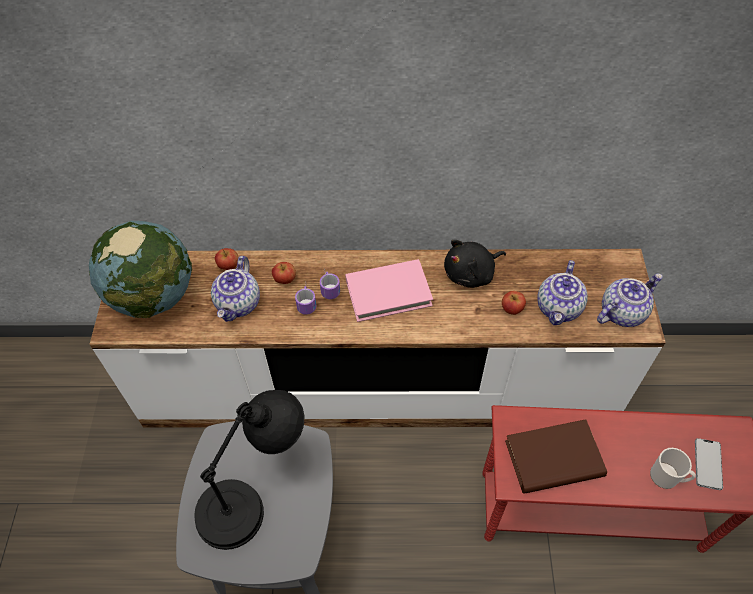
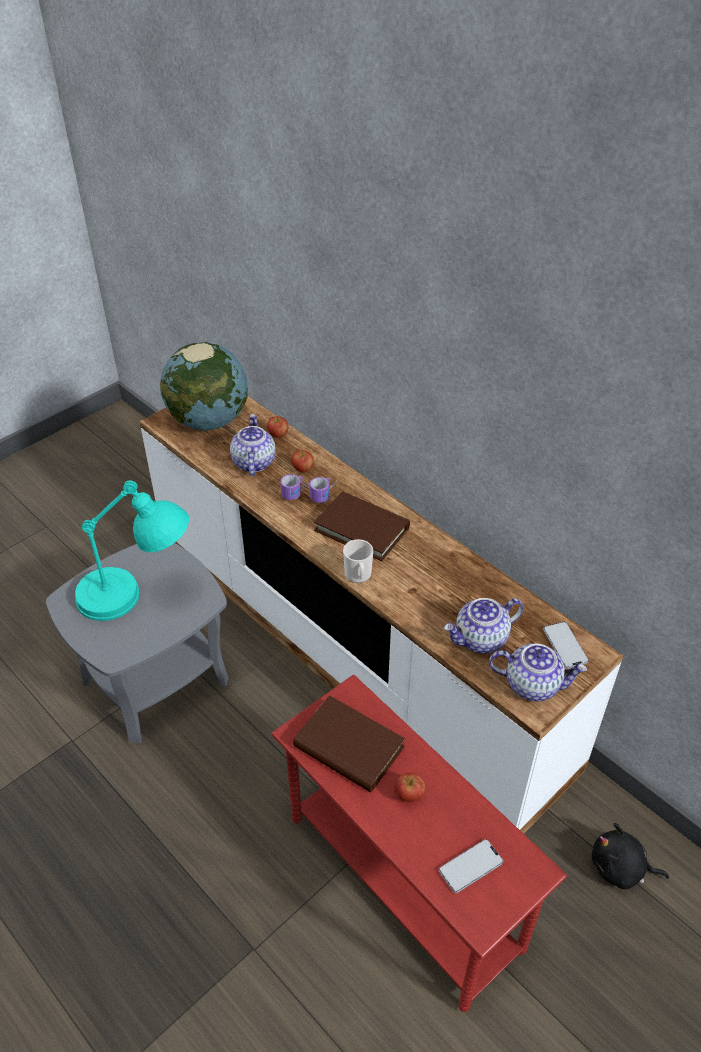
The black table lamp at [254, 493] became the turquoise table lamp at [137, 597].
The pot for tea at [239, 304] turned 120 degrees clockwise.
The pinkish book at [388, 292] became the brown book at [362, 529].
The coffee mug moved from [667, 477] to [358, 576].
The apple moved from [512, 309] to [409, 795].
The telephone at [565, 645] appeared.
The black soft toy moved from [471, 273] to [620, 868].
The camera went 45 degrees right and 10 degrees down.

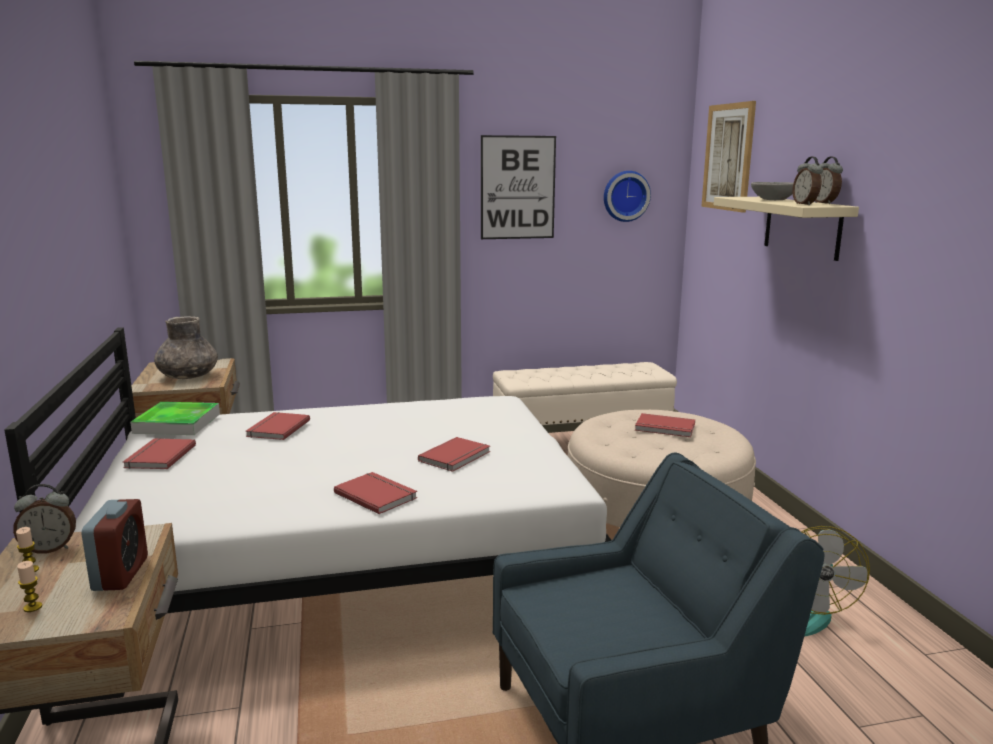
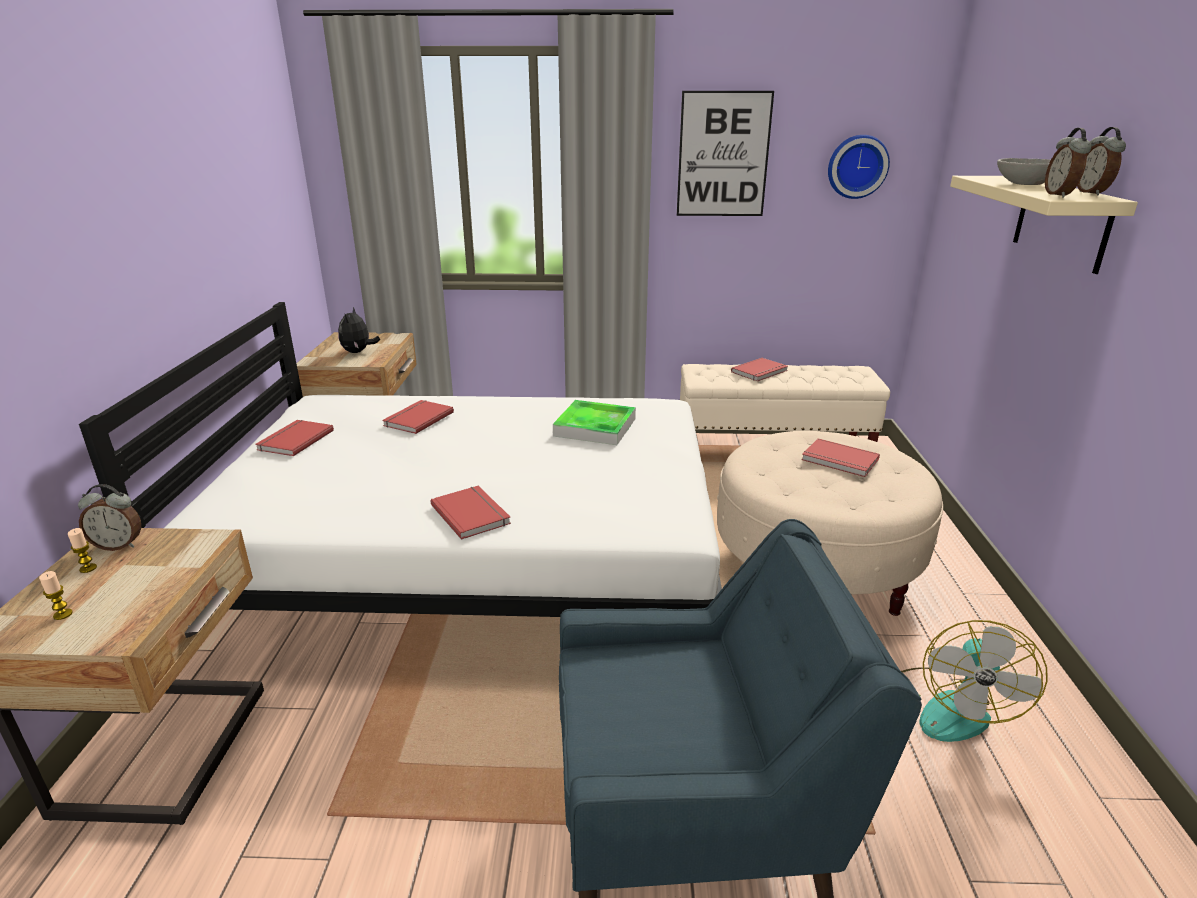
The gray vase at [188, 376] was replaced by the soft toy at [358, 352].
The tray moved from [177, 423] to [595, 427].
The red book moved from [456, 457] to [761, 372].
The bedside clock at [120, 574] disappeared.
The wall picture at [728, 157] disappeared.
The camera went 15 degrees right and 10 degrees up.

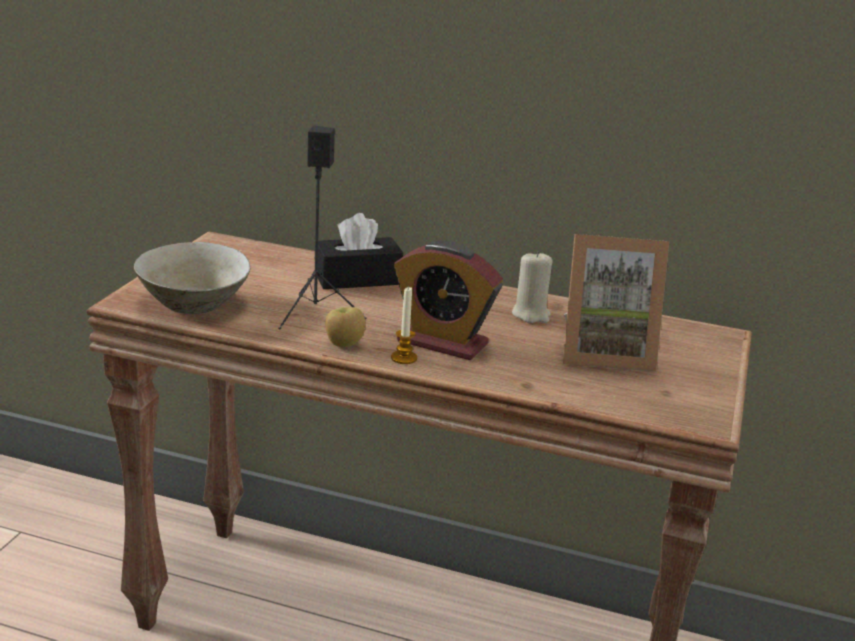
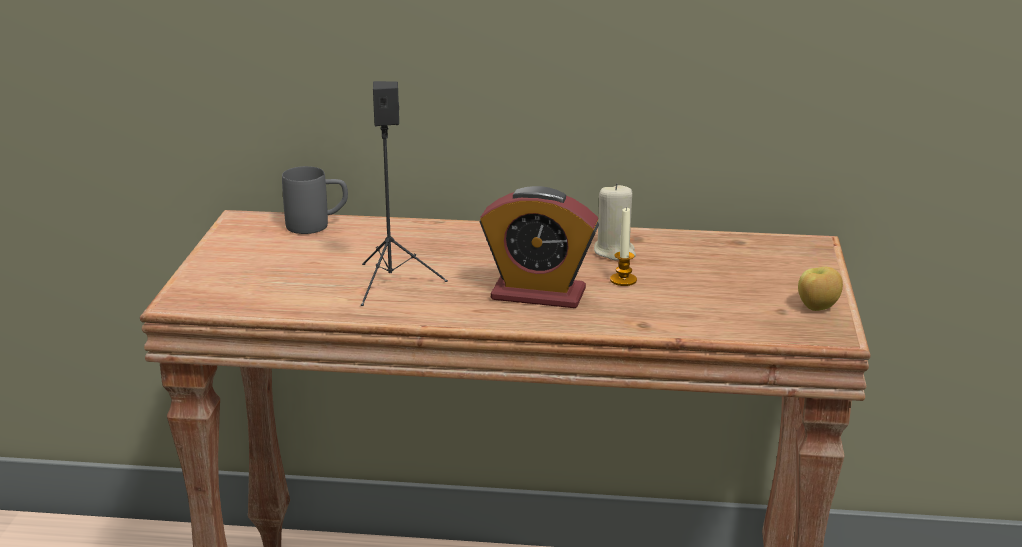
The gray coffee mug at [317, 225] appeared.
The candle moved from [404, 358] to [623, 280].
The apple moved from [344, 344] to [817, 308].
The beige deep dish at [193, 305] disappeared.
The black box of tissues at [357, 279] disappeared.
The standing frame at [605, 353] disappeared.
The camera went 10 degrees left and 0 degrees up.

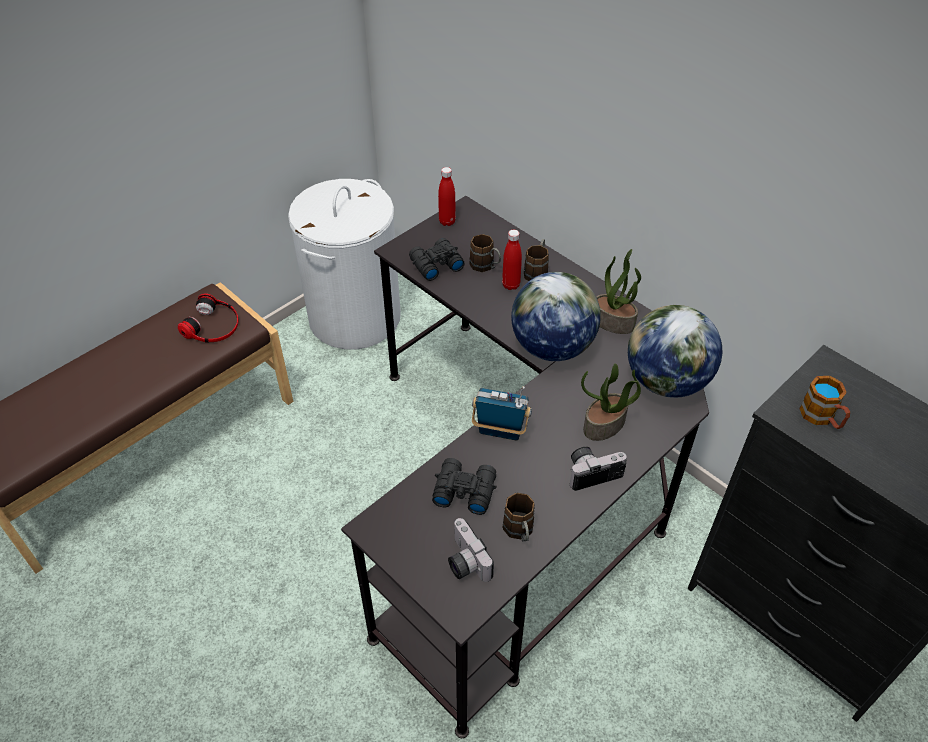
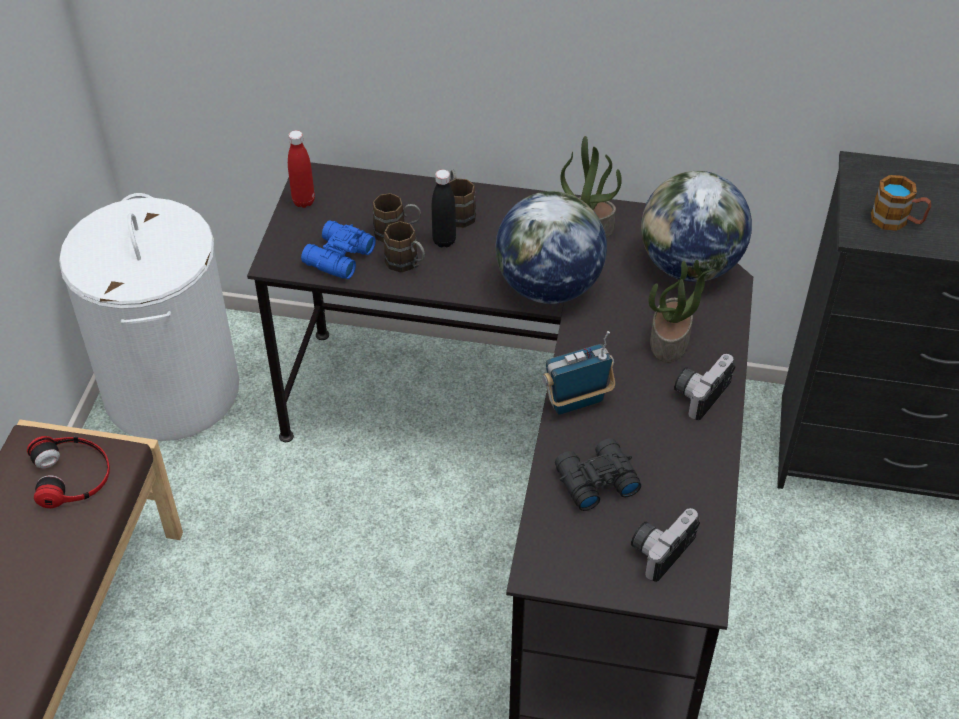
The black pair of binoculars at [435, 264] became the bluish pair of binoculars at [337, 257].
The brown coffee mug moved from [520, 532] to [407, 264].
The red drink bottle at [511, 285] became the black drink bottle at [444, 241].
The photo camera at [464, 561] turned 105 degrees clockwise.
The camera went 35 degrees left and 0 degrees up.

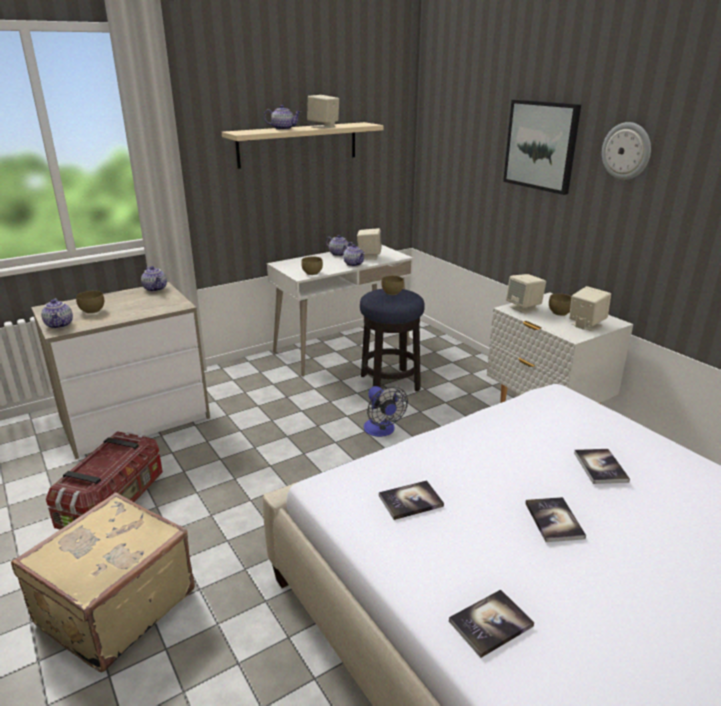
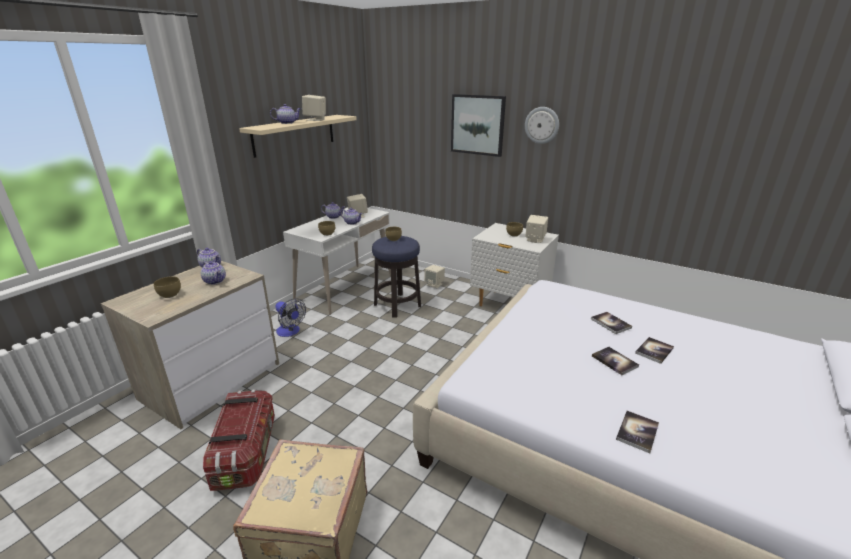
The pot for tea moved from [60, 325] to [215, 281].
The cooling fan moved from [381, 431] to [290, 332].
The beige loudspeaker moved from [524, 308] to [434, 284].
The book moved from [410, 501] to [654, 351].
The camera went 25 degrees left and 0 degrees up.

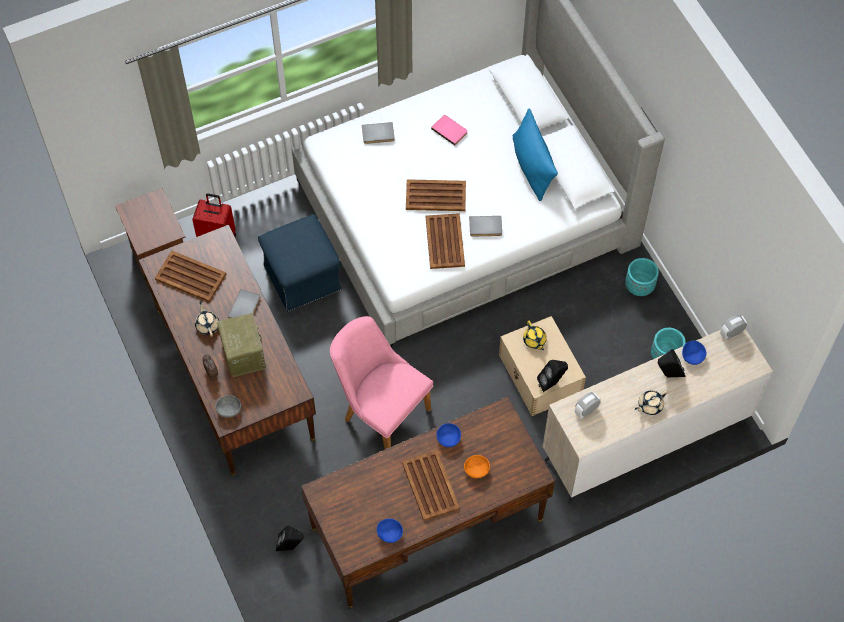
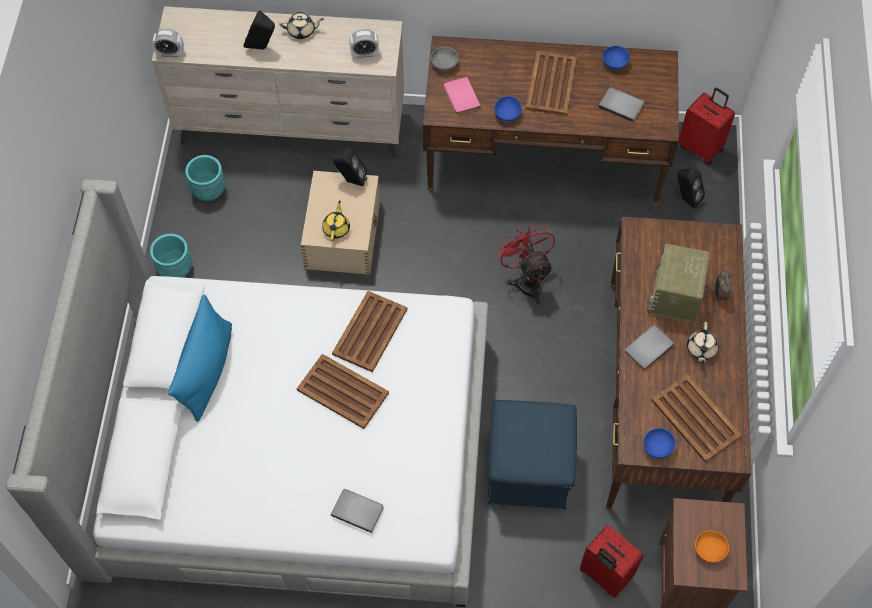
The gray deep dish moved from [228, 409] to [444, 65].
The pinkish book moved from [450, 130] to [460, 97].
The pinkish plain chair at [380, 411] was replaced by the red cooling fan at [527, 279].
The gray book moved from [485, 228] to [621, 104].
The bluish deep dish moved from [693, 356] to [656, 447].
The red piece of luggage at [701, 147] appeared.
The orangey deep dish moved from [476, 469] to [709, 551].
The camera went 150 degrees left and 0 degrees up.

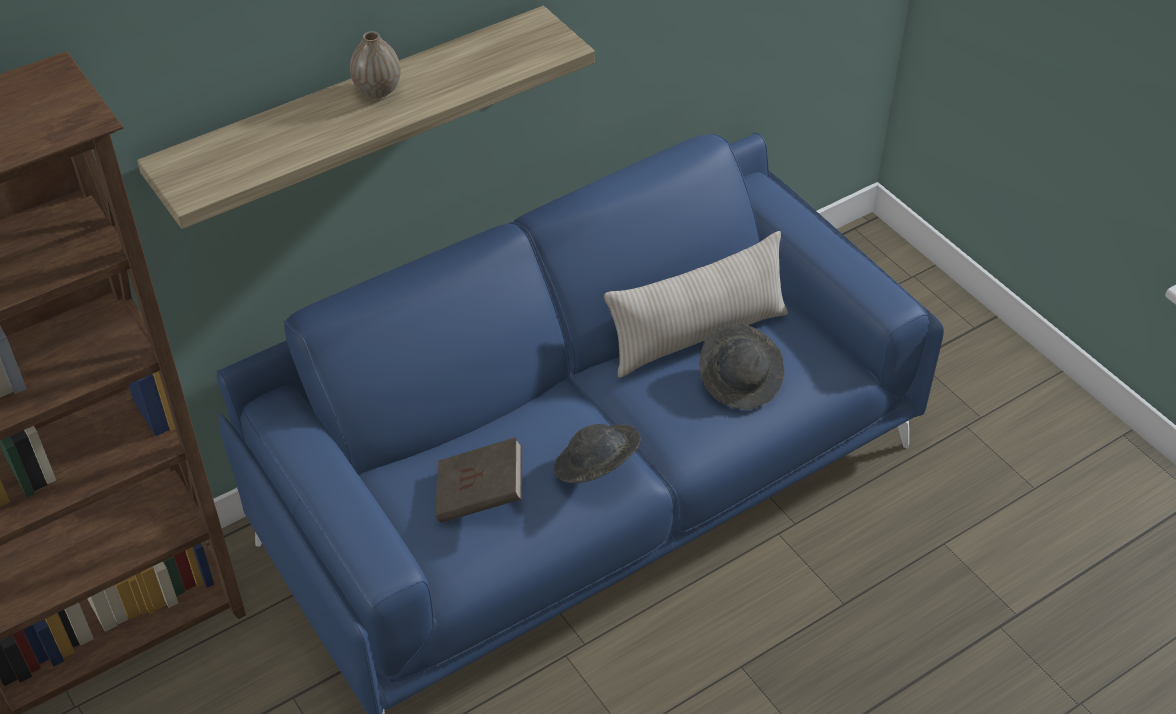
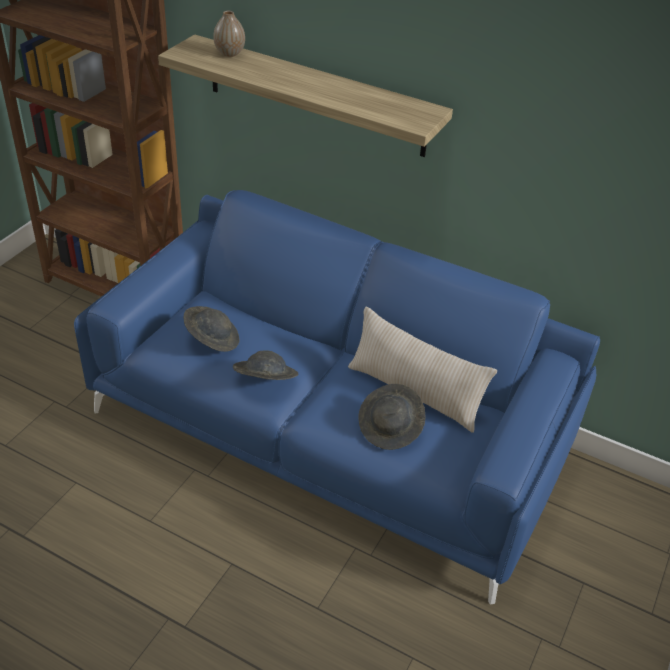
The brown book at [480, 495] was replaced by the gray hat at [212, 339].
The vase moved from [377, 90] to [229, 53].
The camera went 60 degrees right and 5 degrees down.

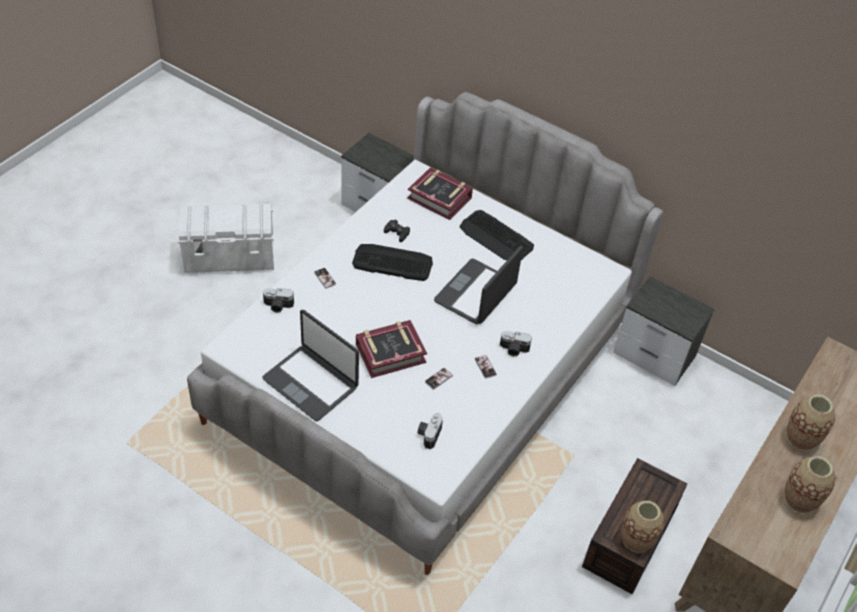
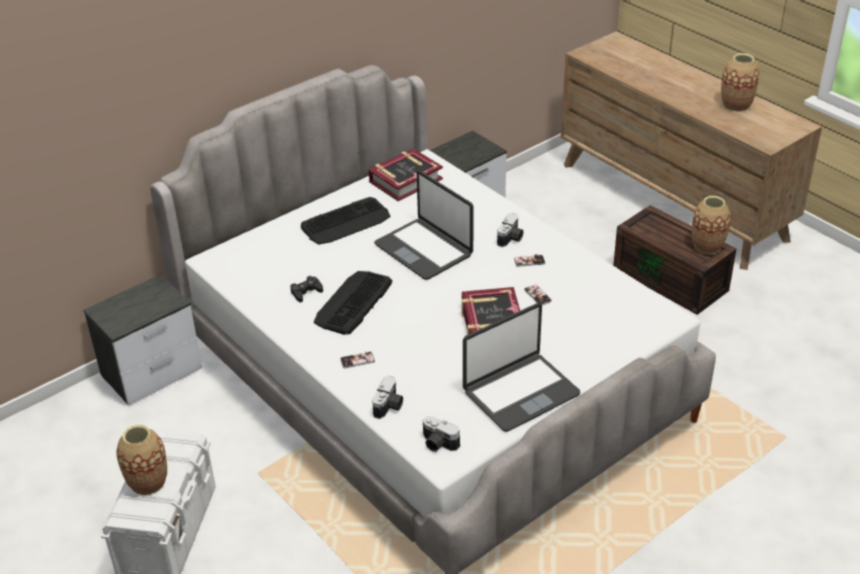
The vase moved from [801, 438] to [148, 482].
The book moved from [439, 198] to [405, 180].
The photo camera moved from [428, 434] to [438, 444].
The camera went 70 degrees left and 10 degrees down.

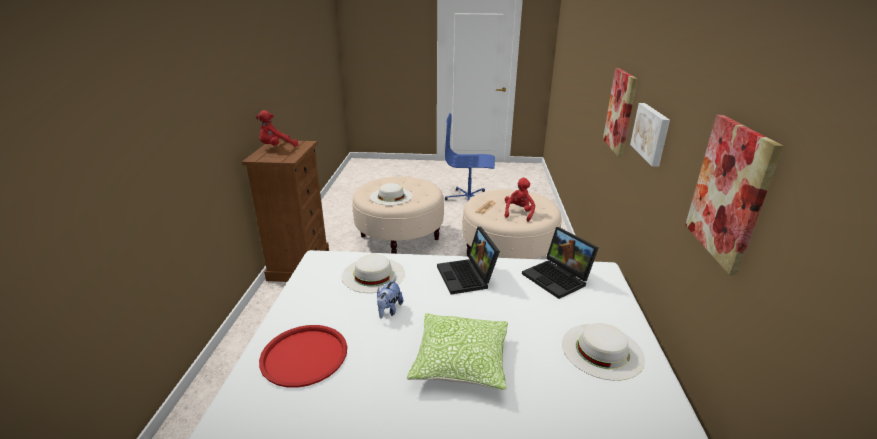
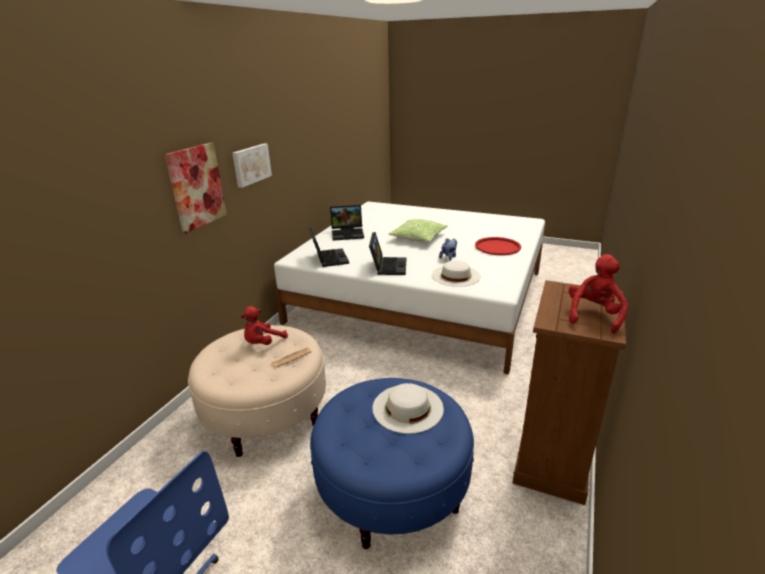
The beige ottoman at [399, 237] became the bluish ottoman at [392, 490].
The white hat at [602, 350] was replaced by the portable computer at [348, 233].
The red soft toy at [277, 147] turned 45 degrees counterclockwise.
The wall picture at [730, 192] disappeared.
The camera went 160 degrees left and 0 degrees up.

